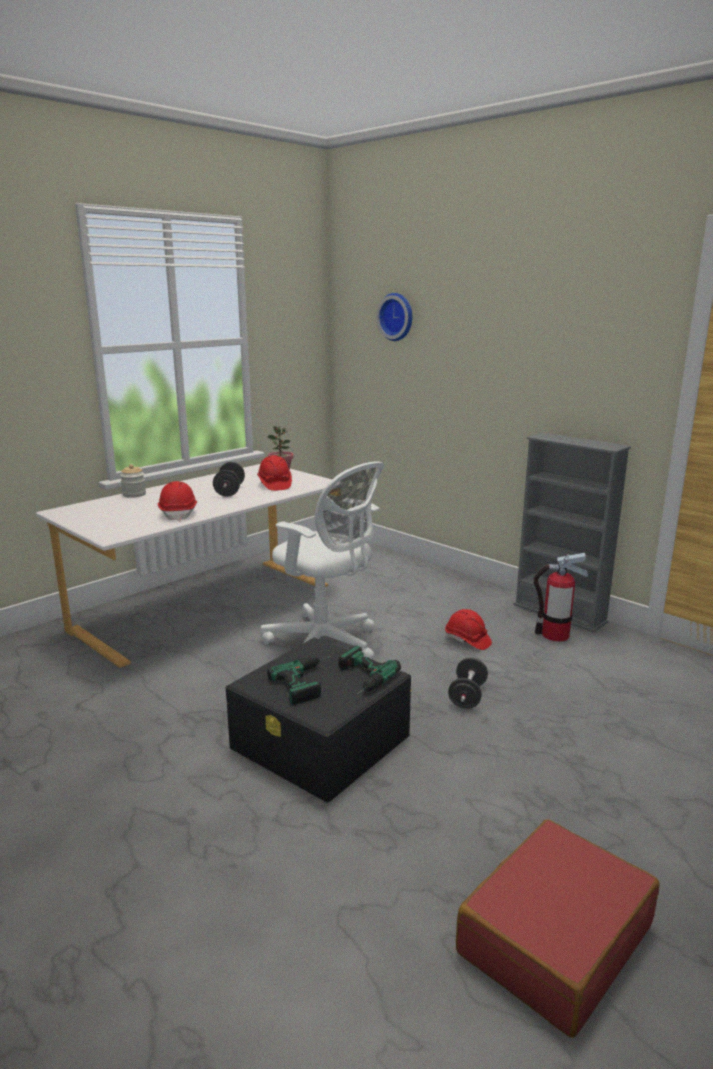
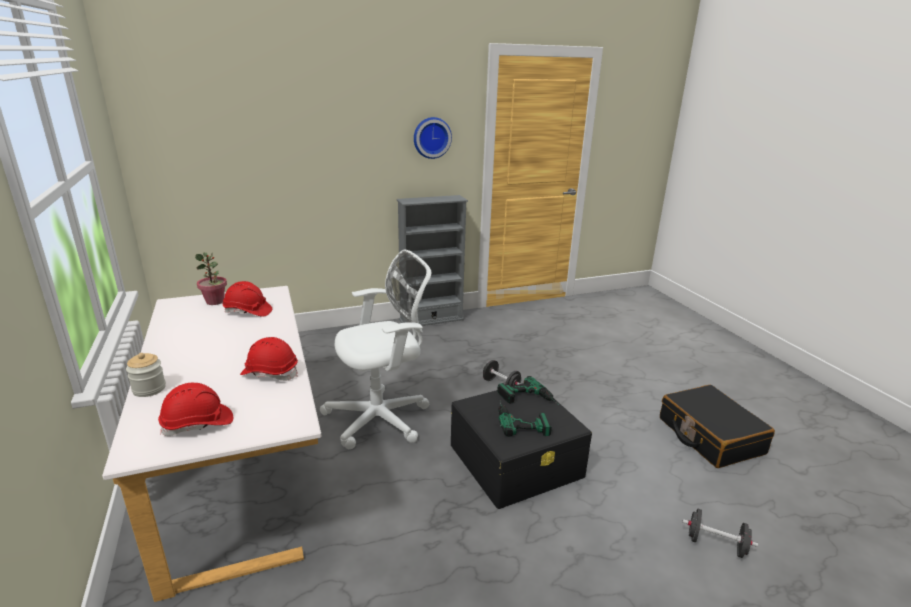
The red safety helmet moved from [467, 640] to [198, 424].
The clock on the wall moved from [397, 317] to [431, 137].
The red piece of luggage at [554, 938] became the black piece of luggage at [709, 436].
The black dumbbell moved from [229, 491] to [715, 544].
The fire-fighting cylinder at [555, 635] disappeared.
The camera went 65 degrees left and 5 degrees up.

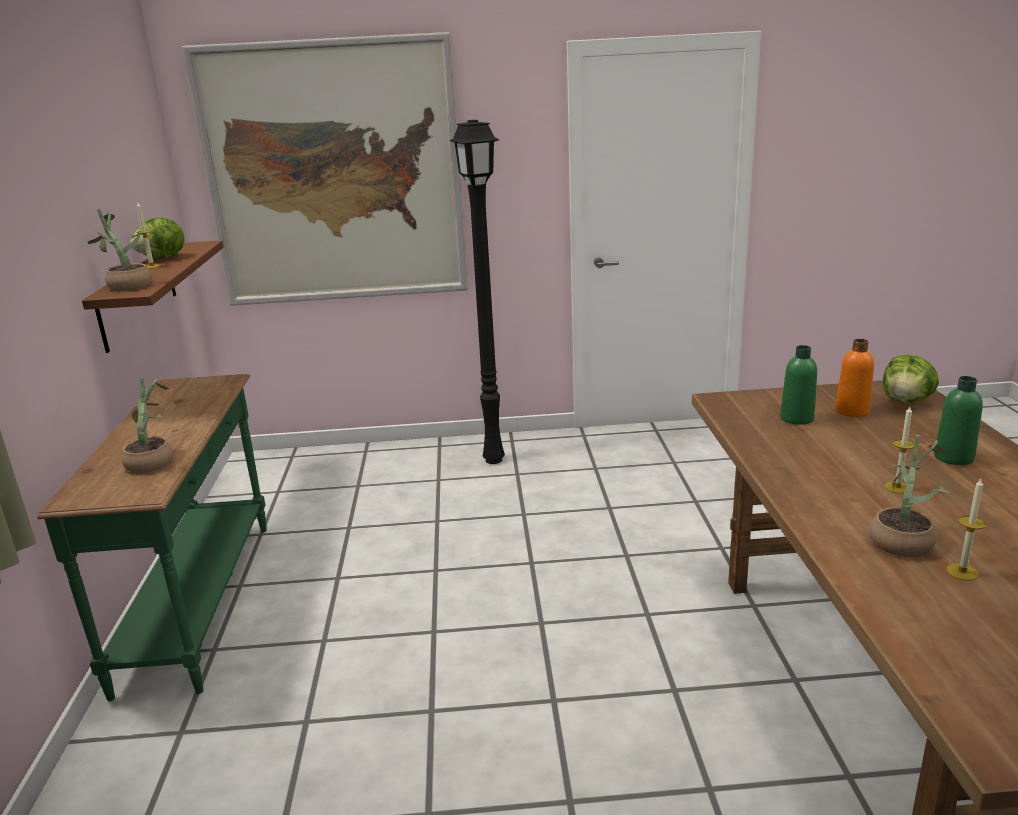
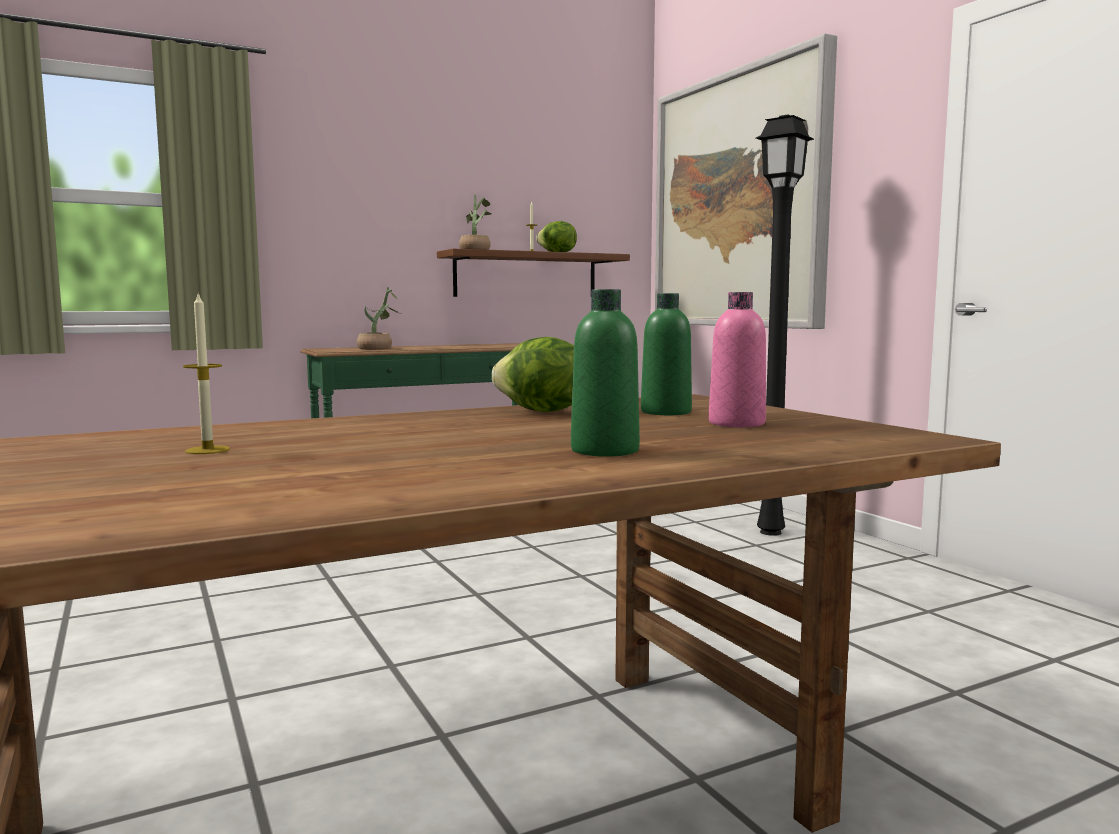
The head of lettuce moved from [906, 401] to [542, 412].
The orangey drink bottle at [852, 411] became the pinkish drink bottle at [736, 423].
The potted plant at [902, 539] disappeared.
The candle at [897, 487] disappeared.
The camera went 65 degrees right and 15 degrees down.

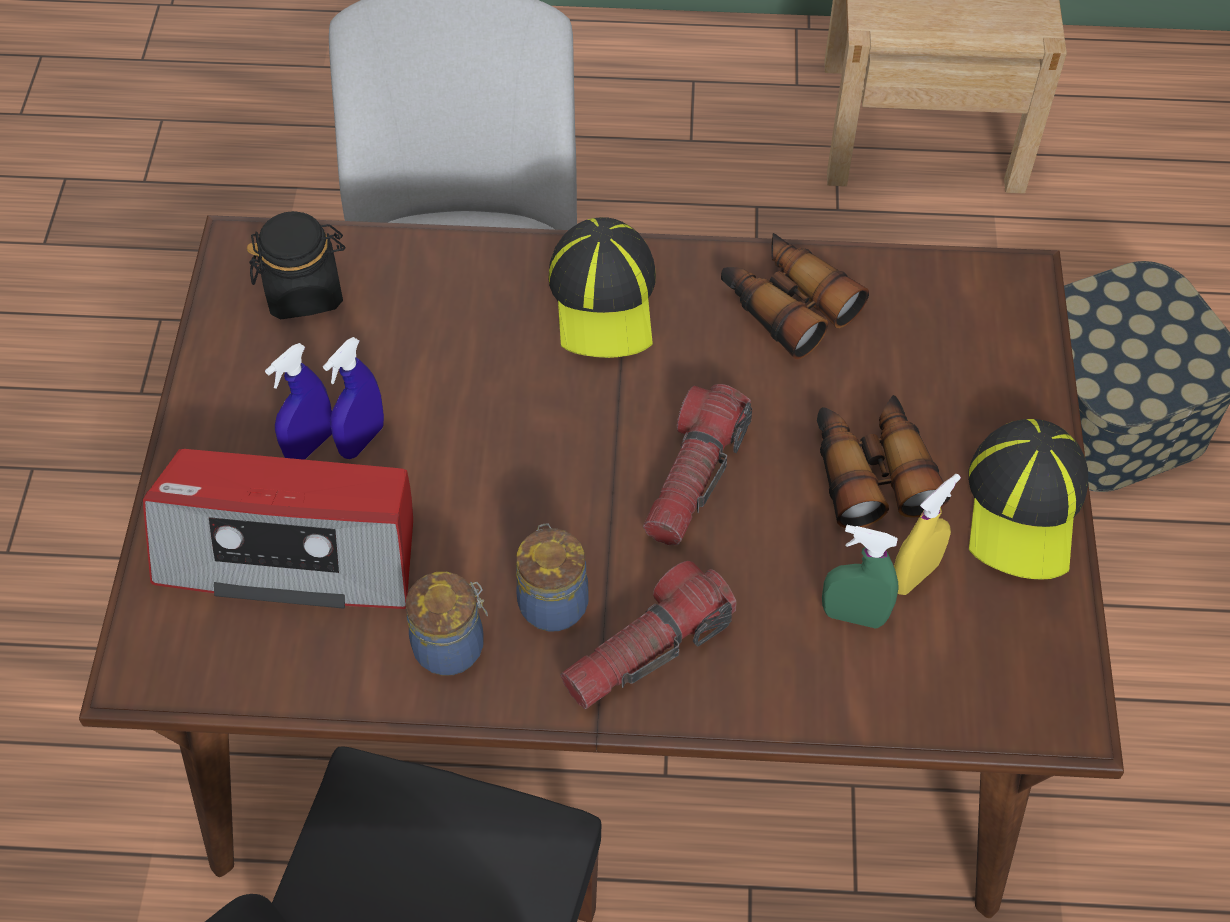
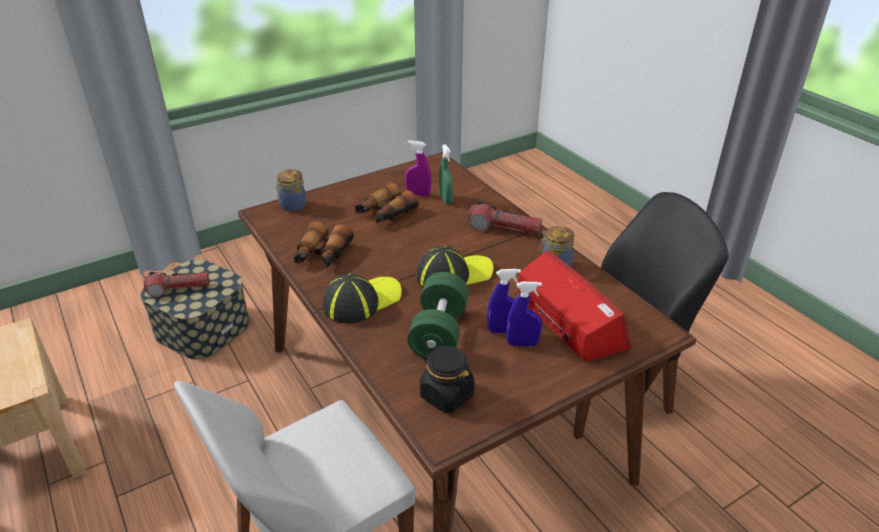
The hand torch moved from [693, 477] to [178, 289].
The preserve jar moved from [552, 601] to [292, 206].
The yellow hand sprayer at [914, 576] became the purple hand sprayer at [418, 194].
The green-coloured dumbbell at [439, 332] appeared.
The baseball cap moved from [1024, 506] to [454, 274].
The camera went 125 degrees left and 20 degrees down.

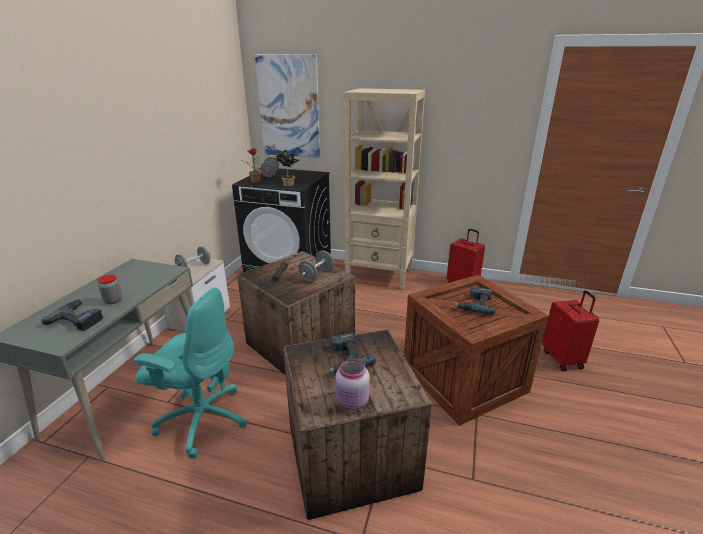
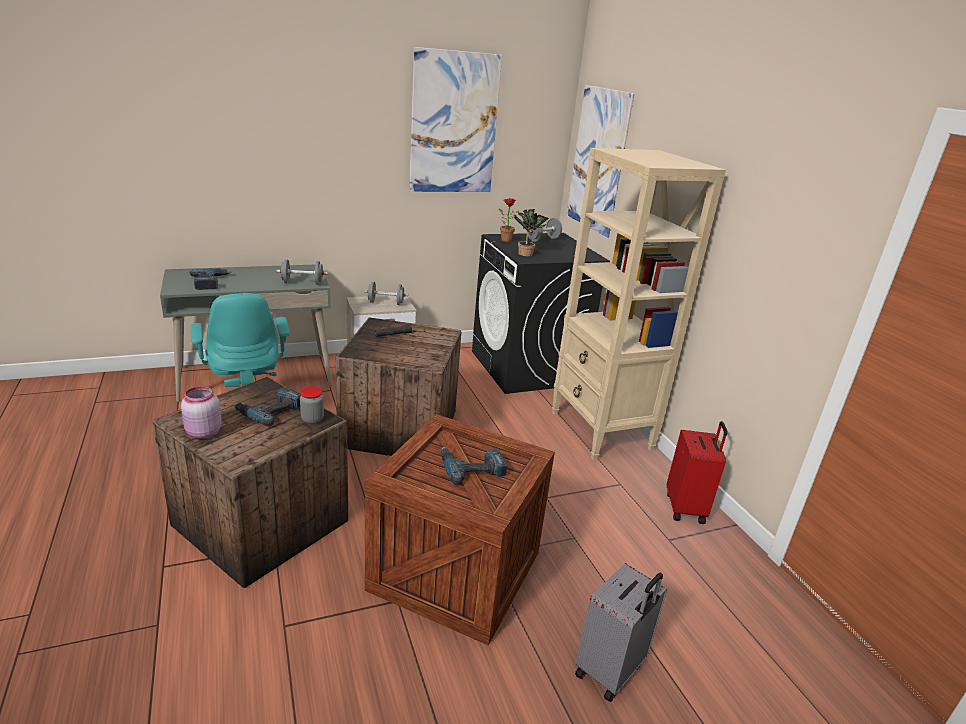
The gray dumbbell moved from [316, 275] to [302, 283].
The preserve jar moved from [113, 300] to [312, 419].
The wall picture at [454, 124] appeared.
The red piece of luggage at [563, 359] became the gray piece of luggage at [611, 671].
The camera went 50 degrees right and 0 degrees up.

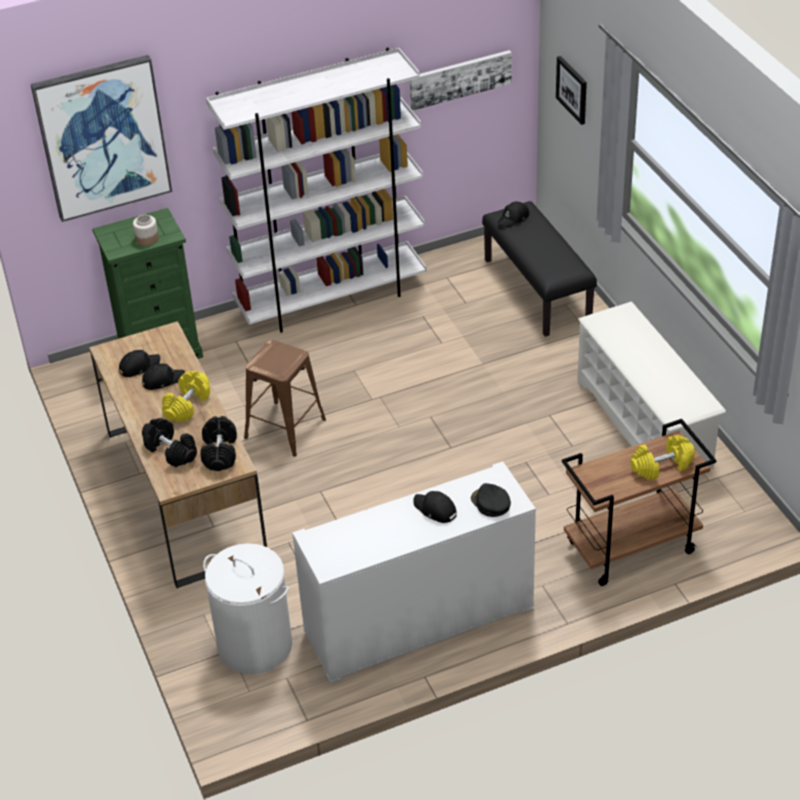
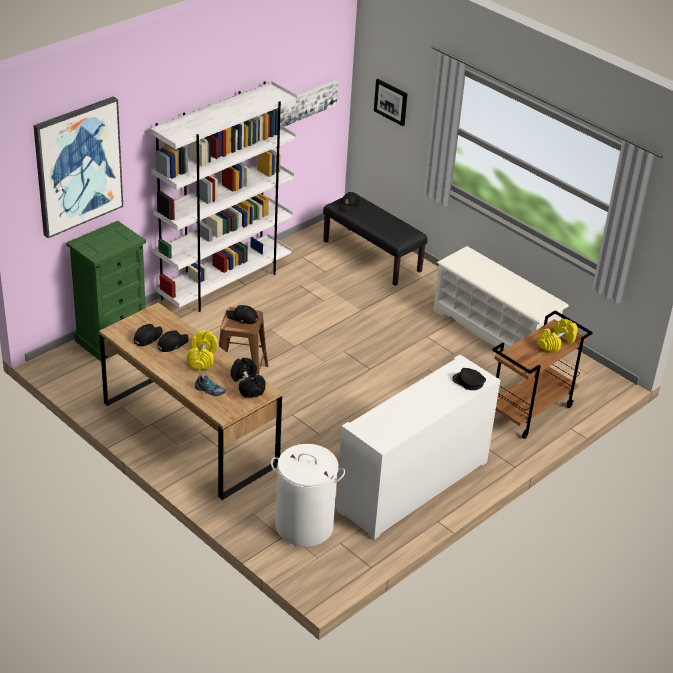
The black dumbbell at [171, 451] was replaced by the low shoe at [210, 390].
The black baseball cap moved from [435, 510] to [242, 318].
The preserve jar at [147, 239] disappeared.
The camera went 25 degrees left and 5 degrees down.

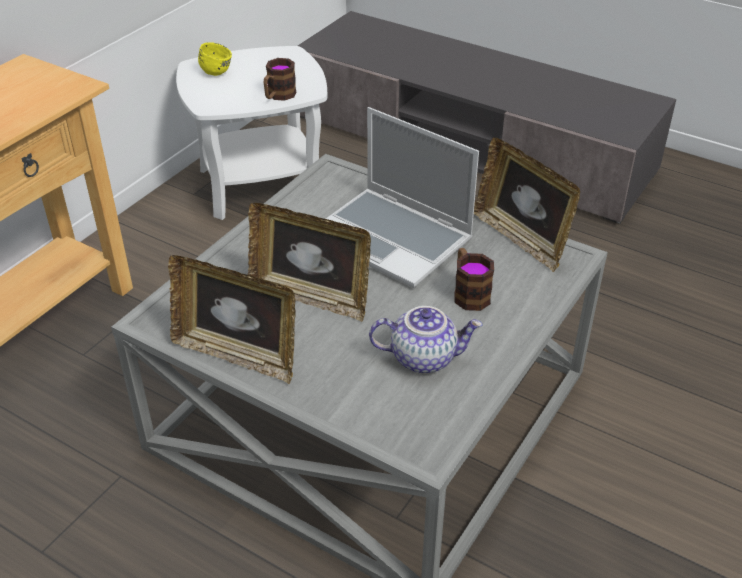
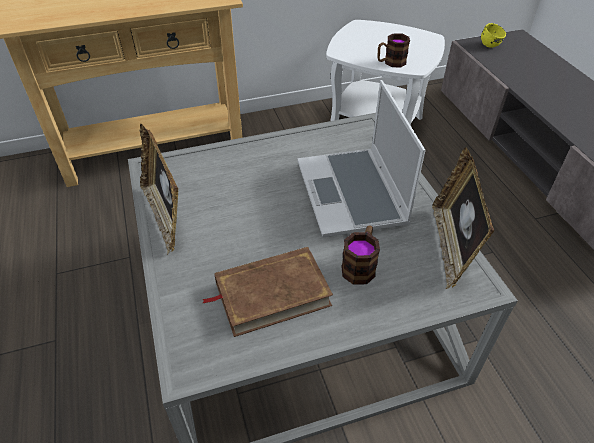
The pot for tea at [424, 357] was replaced by the brown book at [272, 294].
The yellow coffee mug moved from [218, 70] to [492, 44].
The standing frame at [310, 297] disappeared.
The camera went 40 degrees right and 5 degrees up.

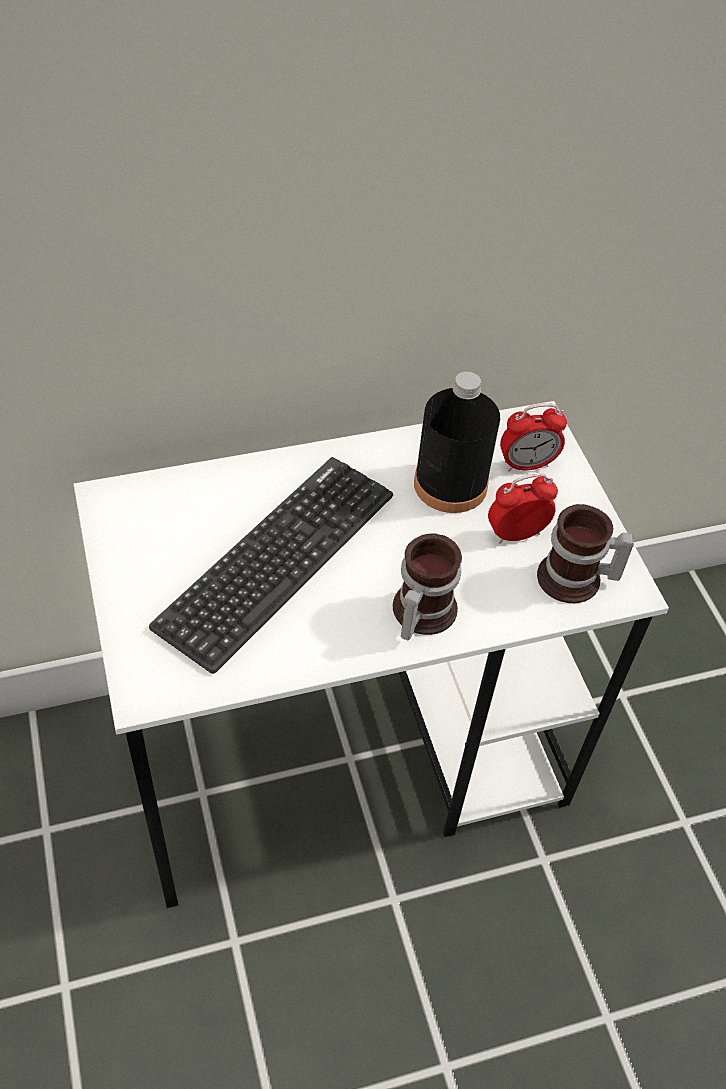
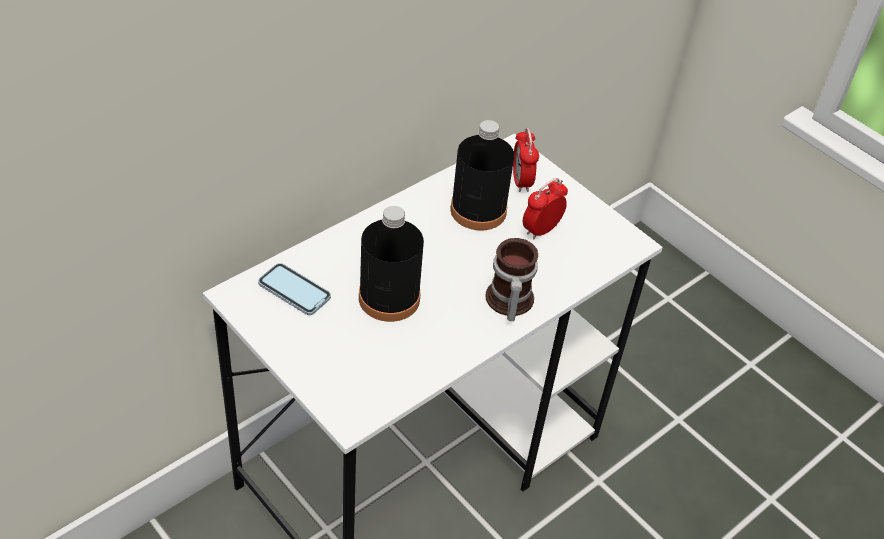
The telephone at [294, 291] appeared.
The keyboard at [277, 559] was replaced by the black drink bottle at [389, 298].
The bedside clock at [526, 464] turned 120 degrees clockwise.
The coffee mug at [575, 581] disappeared.
The camera went 25 degrees left and 5 degrees down.

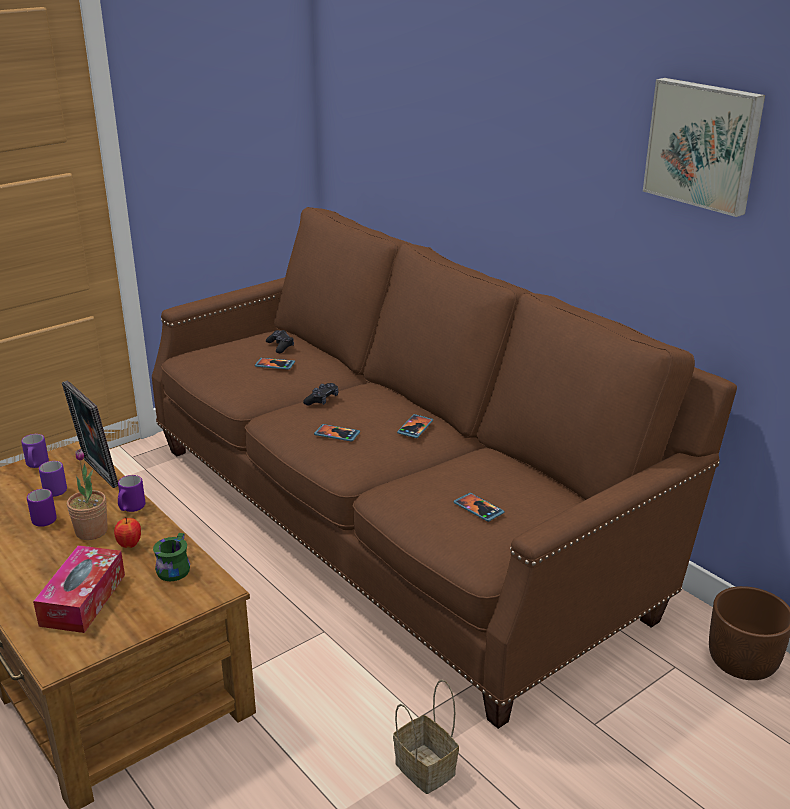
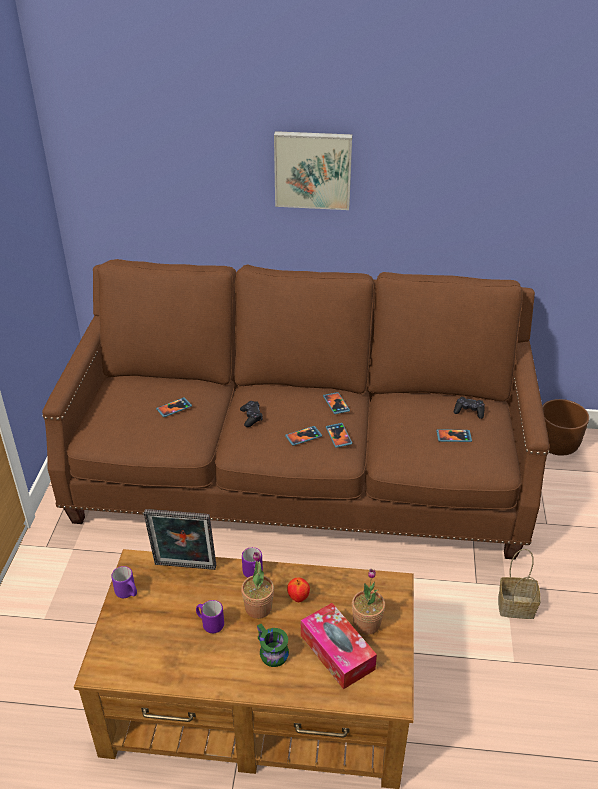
The green-coloured coffee mug moved from [172, 568] to [269, 653].
The wall picture moved from [704, 145] to [313, 169].
The telephone at [338, 436] appeared.
The potted plant at [366, 623] appeared.
The black joypad moved from [280, 346] to [469, 411].
The purple coffee mug at [53, 490] disappeared.
The camera went 45 degrees left and 10 degrees up.

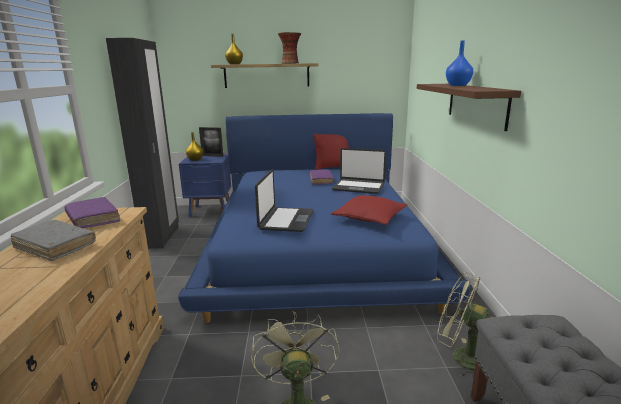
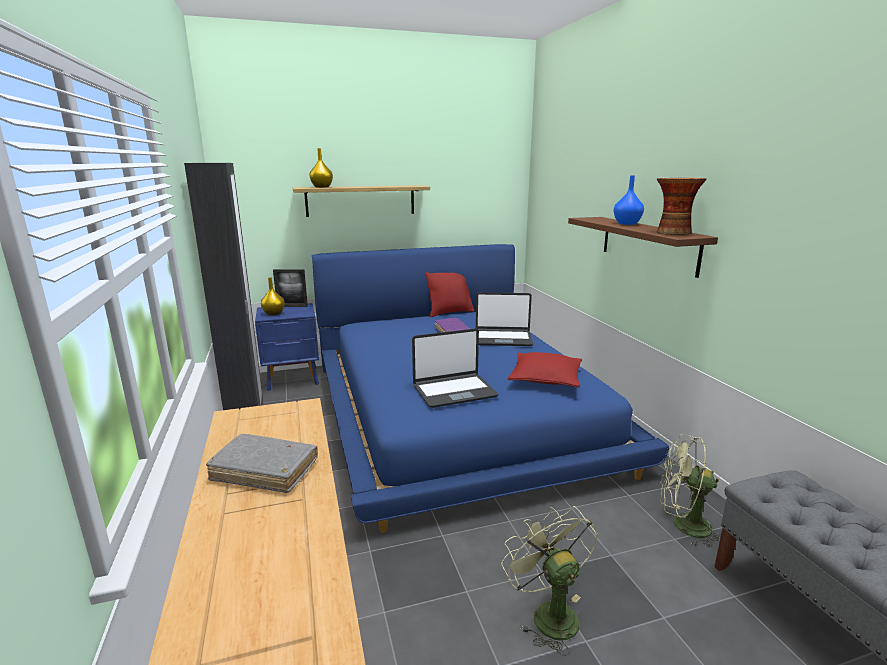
The portable computer at [286, 220] turned 75 degrees clockwise.
The vase moved from [290, 63] to [673, 233].
The purple book at [93, 219] disappeared.
The camera went 15 degrees left and 0 degrees up.

